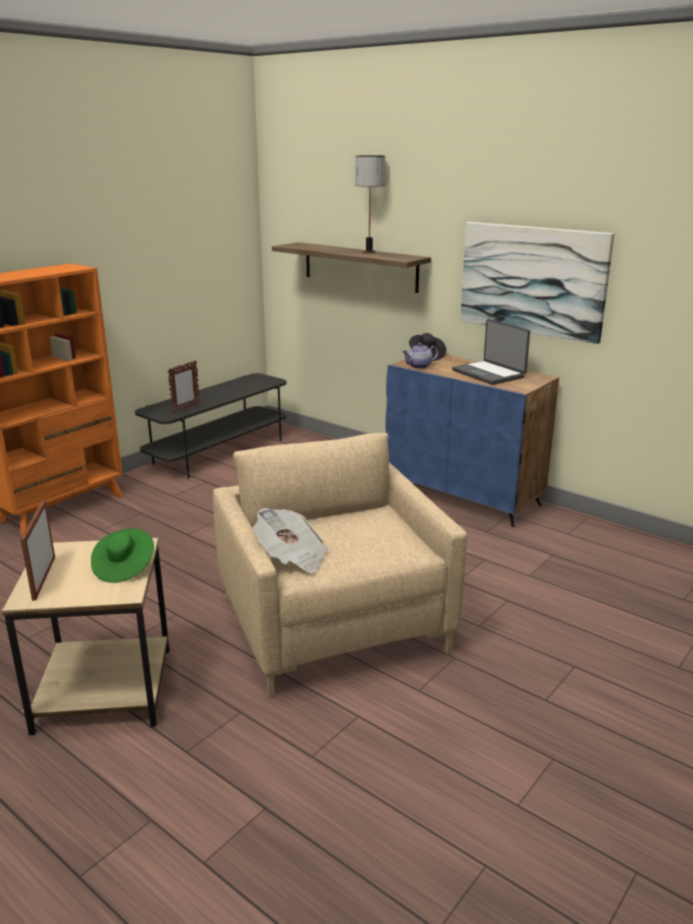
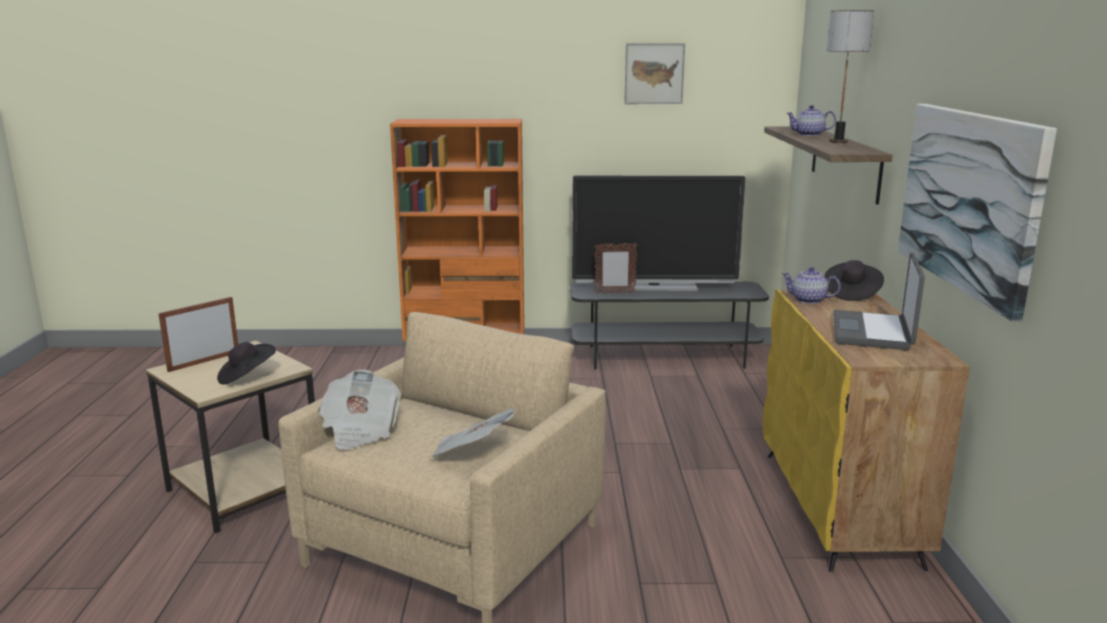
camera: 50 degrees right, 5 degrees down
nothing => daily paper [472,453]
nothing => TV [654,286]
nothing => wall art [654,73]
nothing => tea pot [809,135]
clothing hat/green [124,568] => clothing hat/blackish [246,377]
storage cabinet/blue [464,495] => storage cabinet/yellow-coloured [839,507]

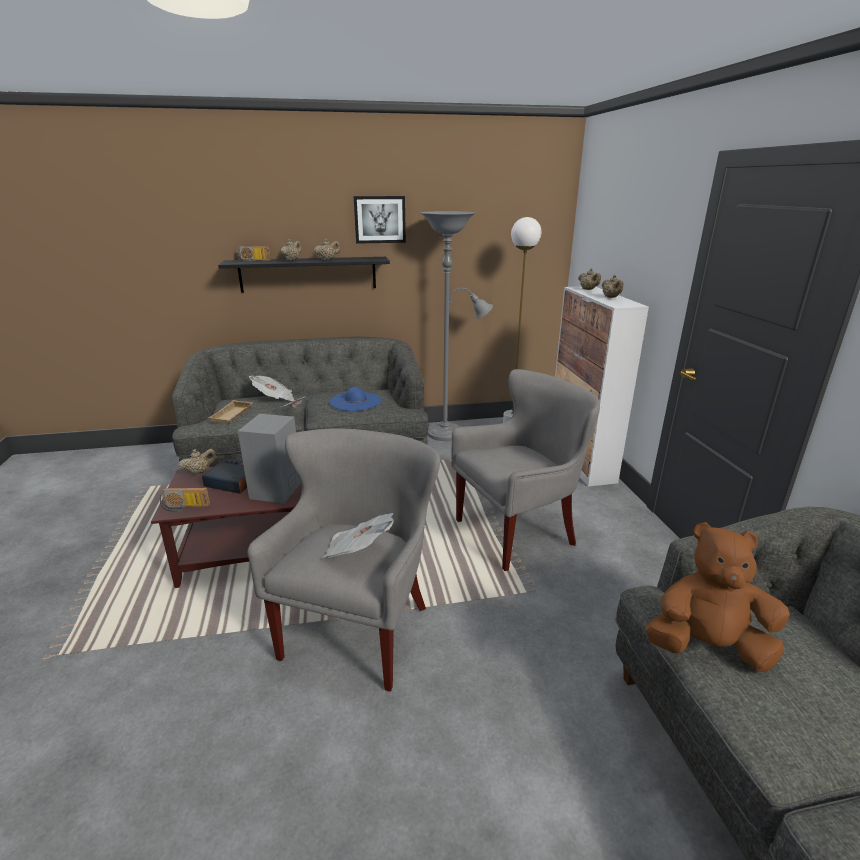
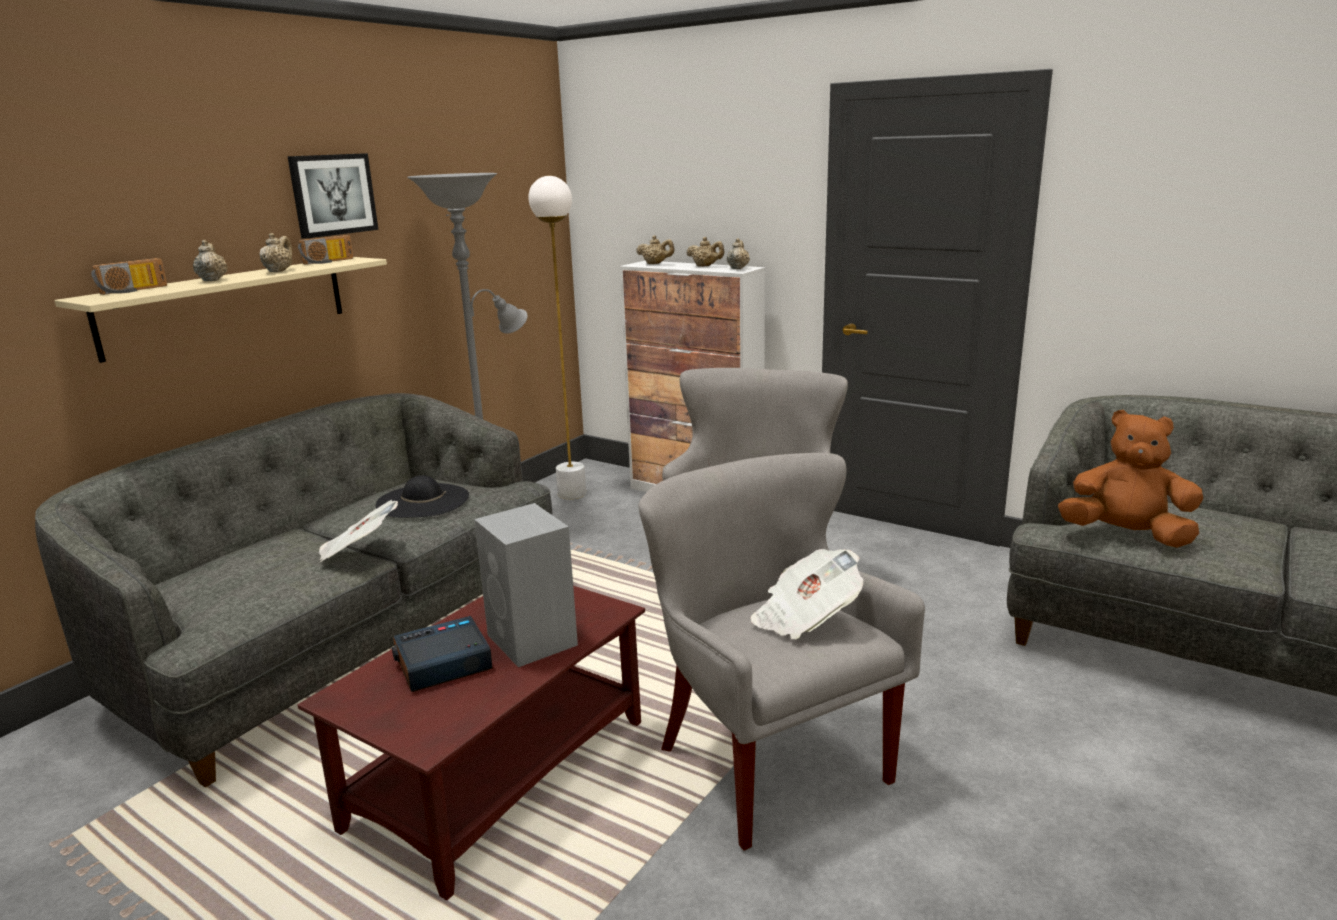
camera: 45 degrees left, 5 degrees down
serving tray/sand-coloured [232,415] => nothing
daily paper [274,399] => nothing
radio set [185,507] => radio set [329,262], shifted
tea pot/sand-coloured [200,472] => tea pot/sand-coloured [738,268], shifted
wall shelf/blackish [308,274] => wall shelf/sand-coloured [227,305]
clothing hat/blue [355,401] => clothing hat/blackish [422,501]
plush toy/brownish [707,646] => plush toy/brownish [1126,535], 60 degrees clockwise

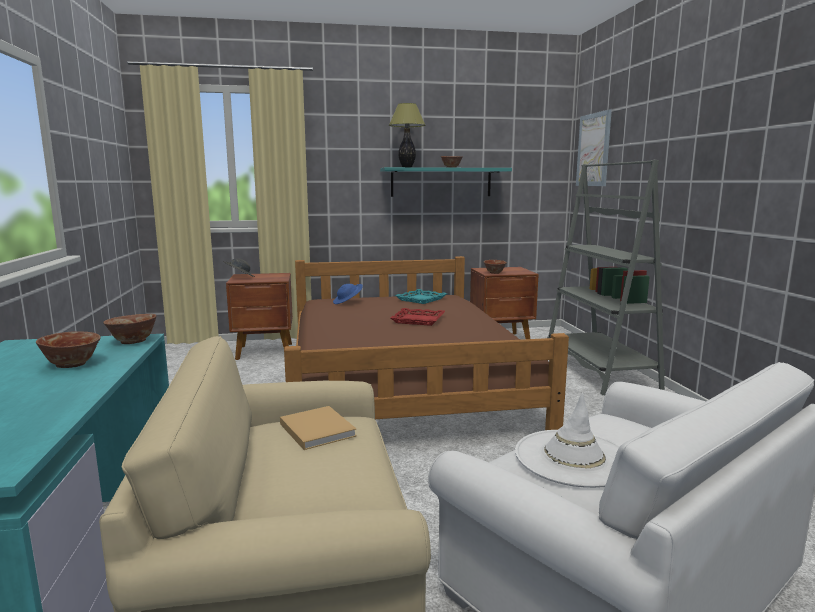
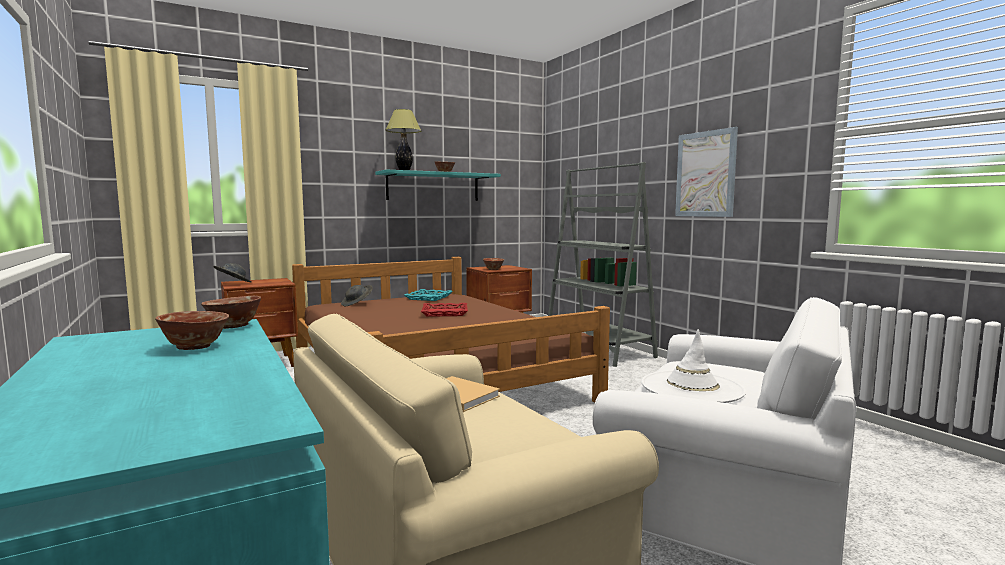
camera: 20 degrees left, 5 degrees down
wall art [593,150] => wall art [705,174], shifted
clothing hat/blue [348,302] => clothing hat/grey [357,304]

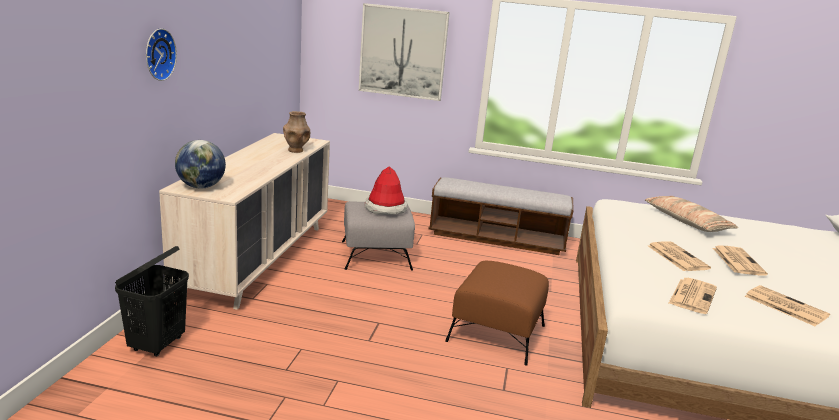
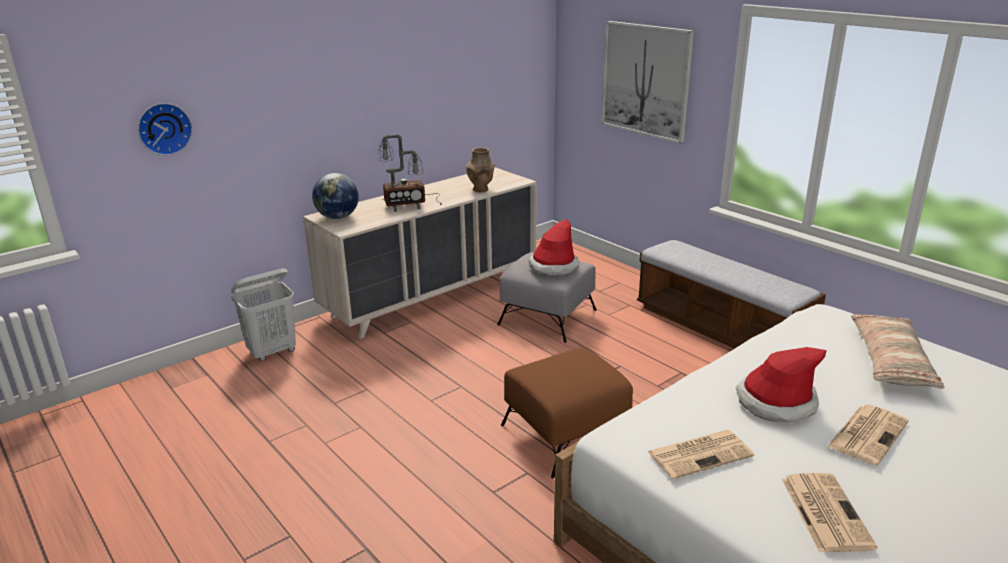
camera: 40 degrees right, 5 degrees up
nothing => tabletop lamp [410,204]
clock on the wall [157,54] => clock on the wall [164,128], shifted
daily paper [676,257] => clothing hat [775,402]
laundry basket/blackish [157,345] => laundry basket/white [272,352]

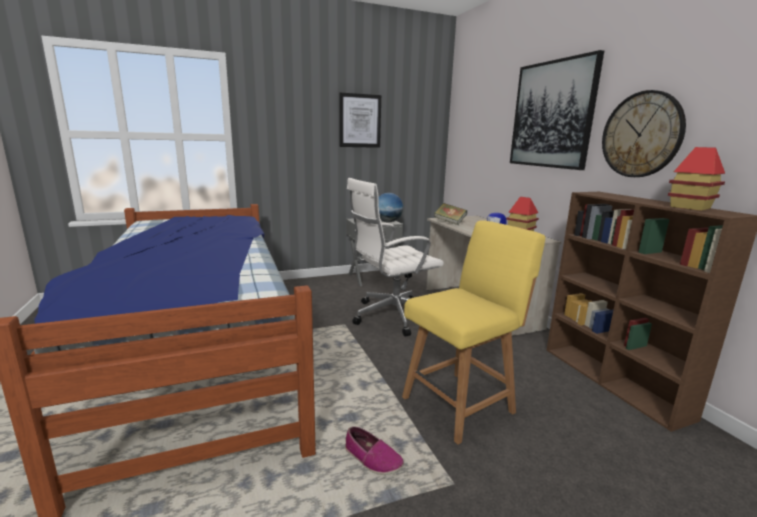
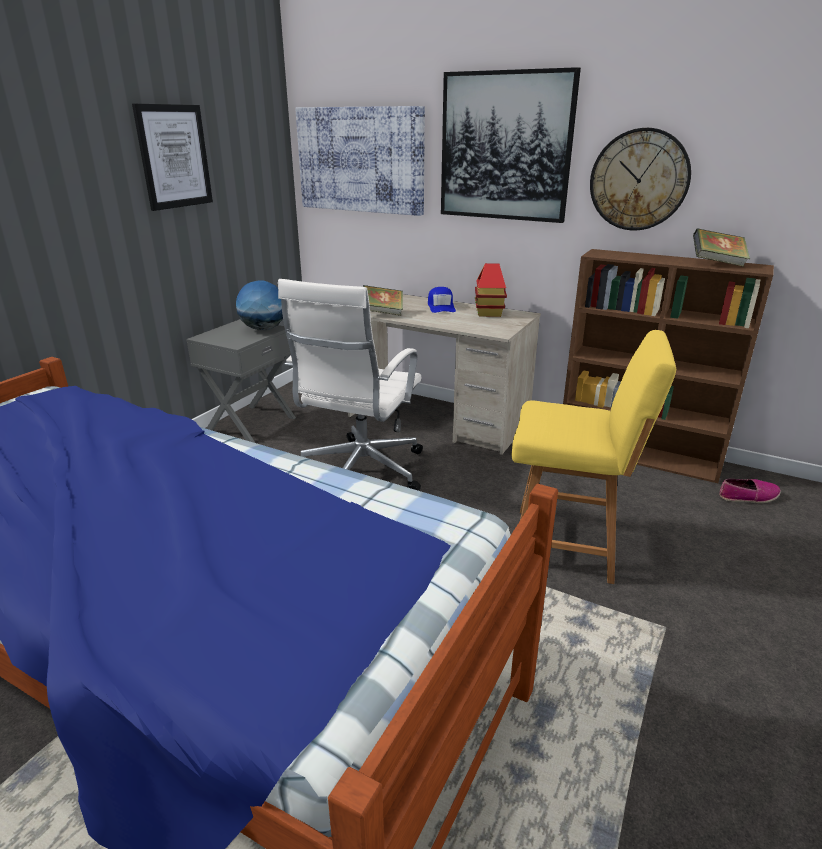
camera: 40 degrees left, 10 degrees up
nothing => wall art [361,160]
item of footwear [372,458] => item of footwear [748,496], shifted
miniature house [690,207] => bound book [717,263]
chair/yellow-coloured [460,403] => chair/yellow-coloured [568,545], 90 degrees clockwise

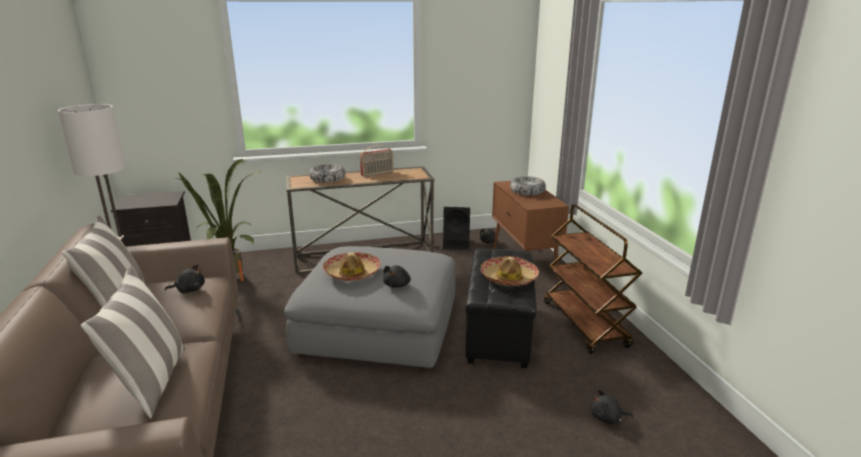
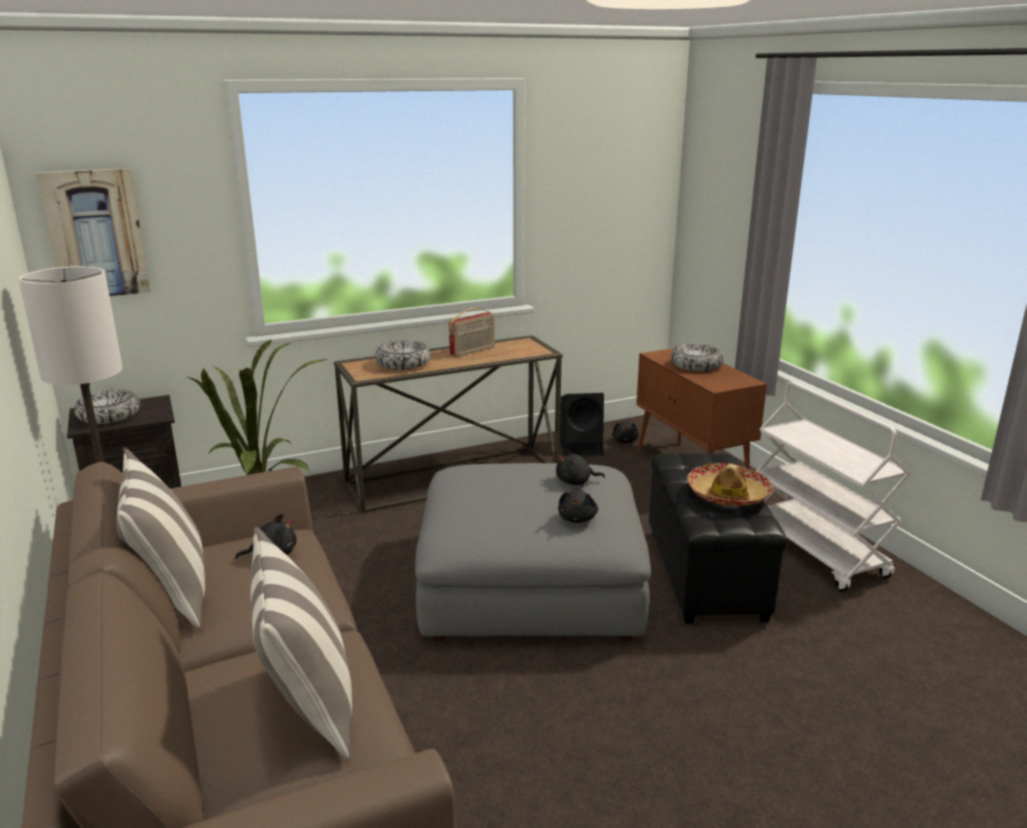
camera: 10 degrees left, 0 degrees up
clothing hat [352,273] => nothing
nothing => wall art [96,234]
nothing => deep dish [109,415]
plush toy/blackish [607,418] => plush toy/blackish [576,482], shifted
trolley/brownish [585,324] => trolley/white [816,551]

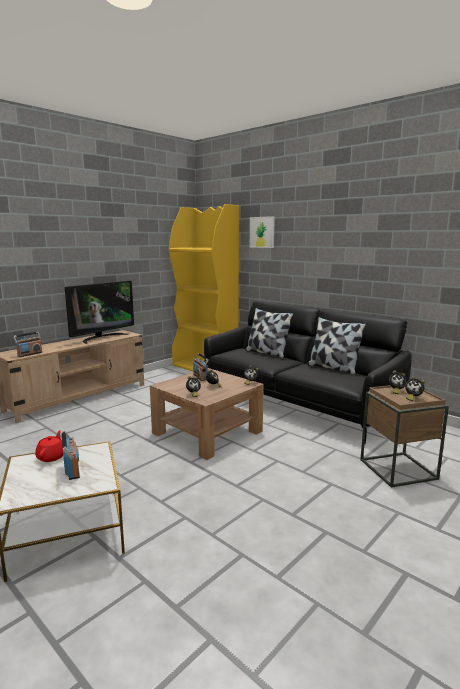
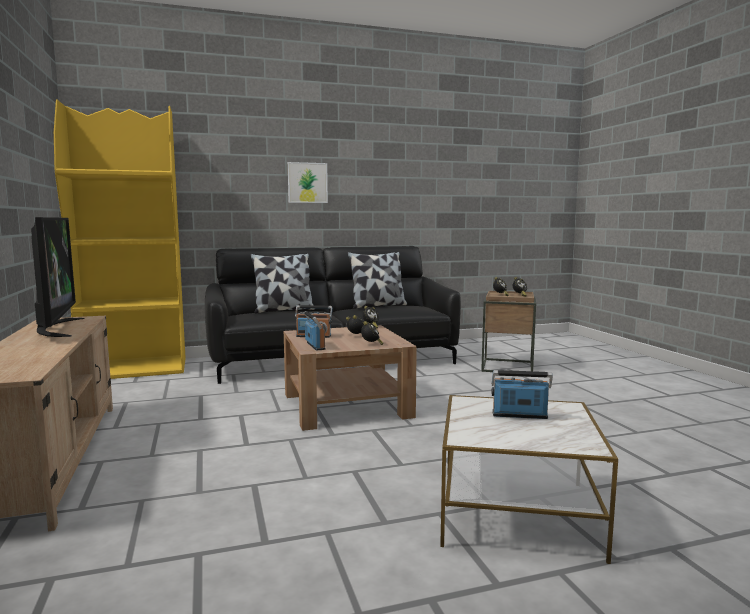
camera: 60 degrees left, 5 degrees down
tea pot/reddish [52,456] => nothing
radio set [29,354] => radio set [315,346], shifted
wall art [262,232] => wall art [307,183], shifted

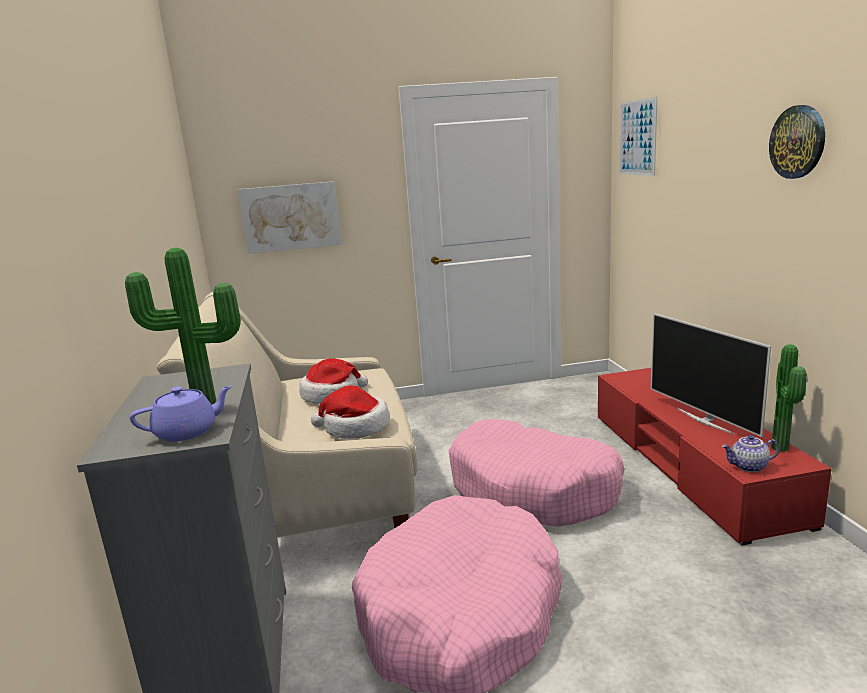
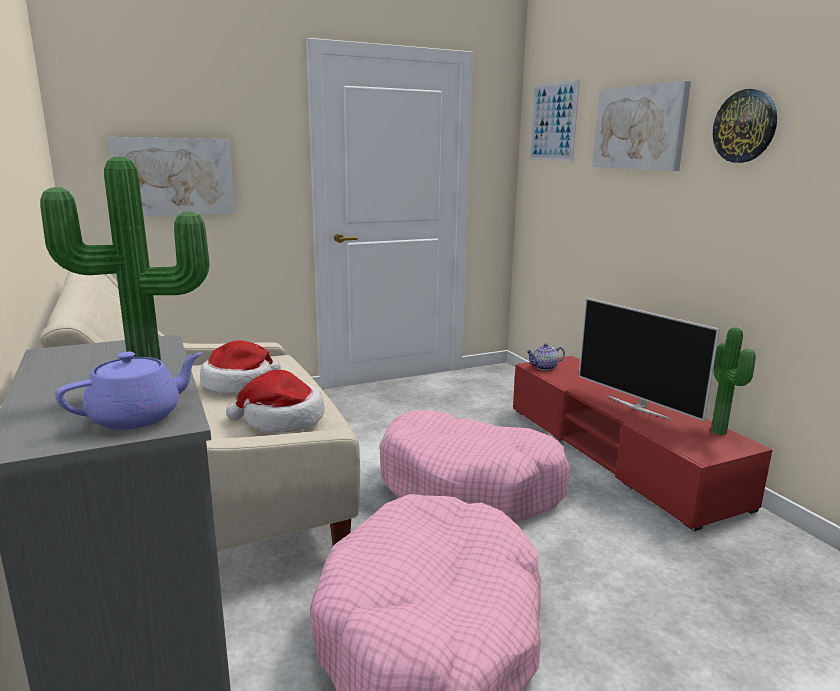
camera: 15 degrees left, 0 degrees up
nothing => wall art [639,128]
tea pot [749,467] => tea pot [544,367], shifted

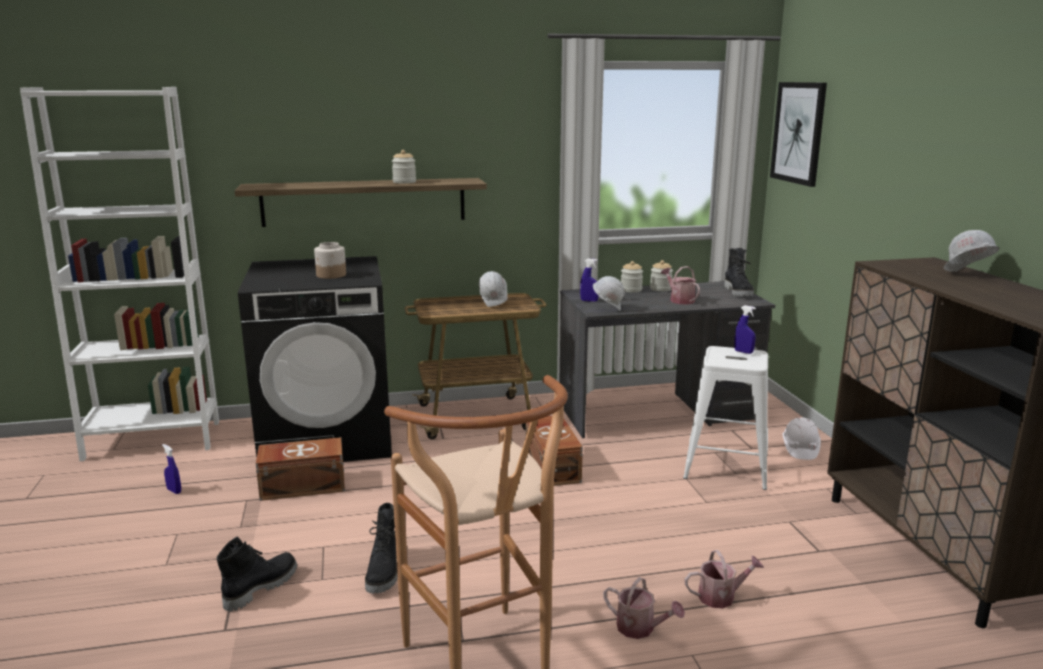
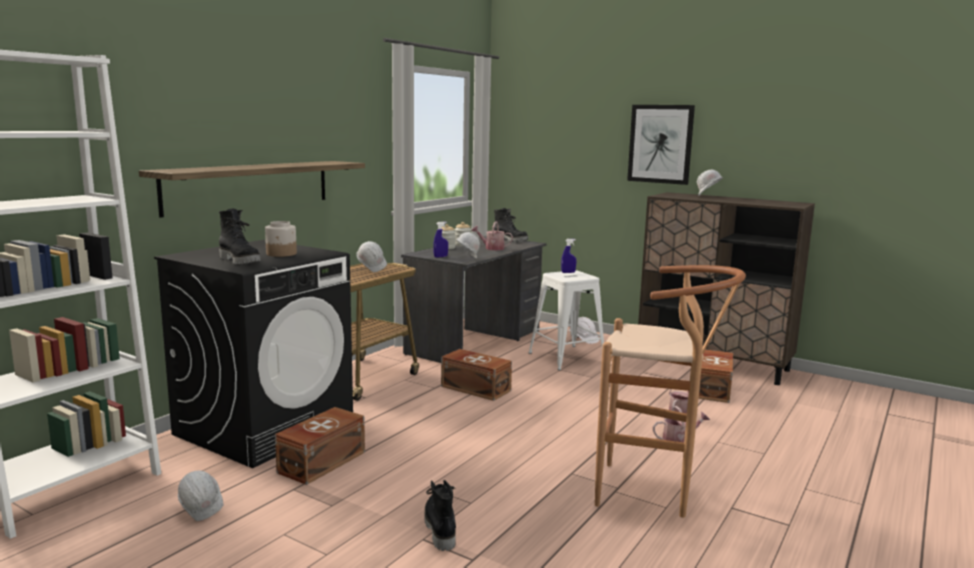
camera: 45 degrees left, 5 degrees down
preserve jar [404,182] => nothing
nothing => storage bin/brownish [714,389]
tall boot/blackish [385,573] => tall boot/blackish [241,261], shifted
wall art [798,132] => wall art [660,144], shifted
sprayer/blue [174,491] => hard hat/white [202,512]

